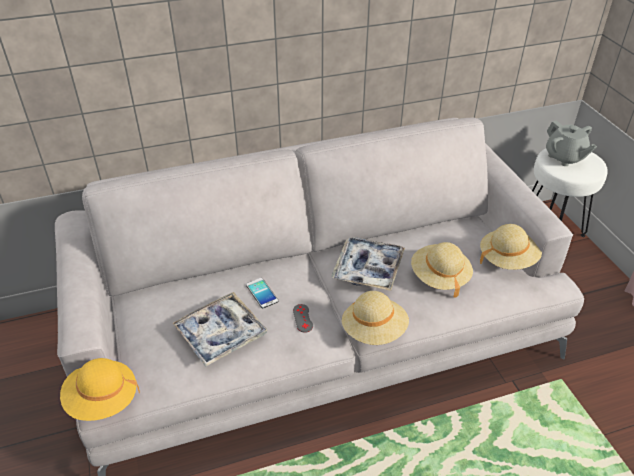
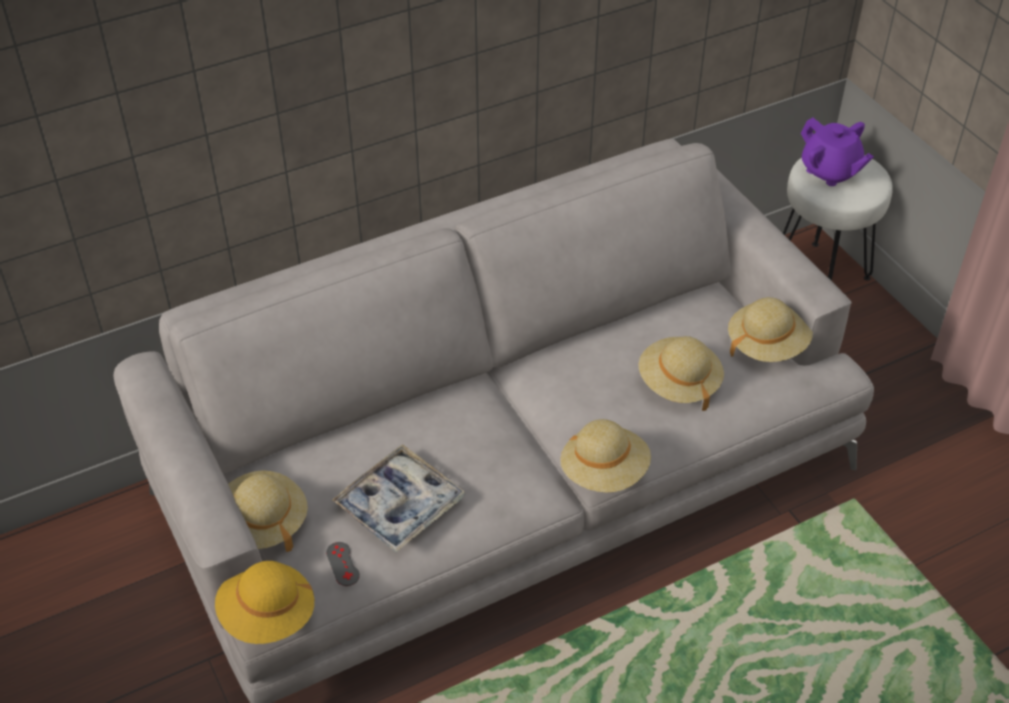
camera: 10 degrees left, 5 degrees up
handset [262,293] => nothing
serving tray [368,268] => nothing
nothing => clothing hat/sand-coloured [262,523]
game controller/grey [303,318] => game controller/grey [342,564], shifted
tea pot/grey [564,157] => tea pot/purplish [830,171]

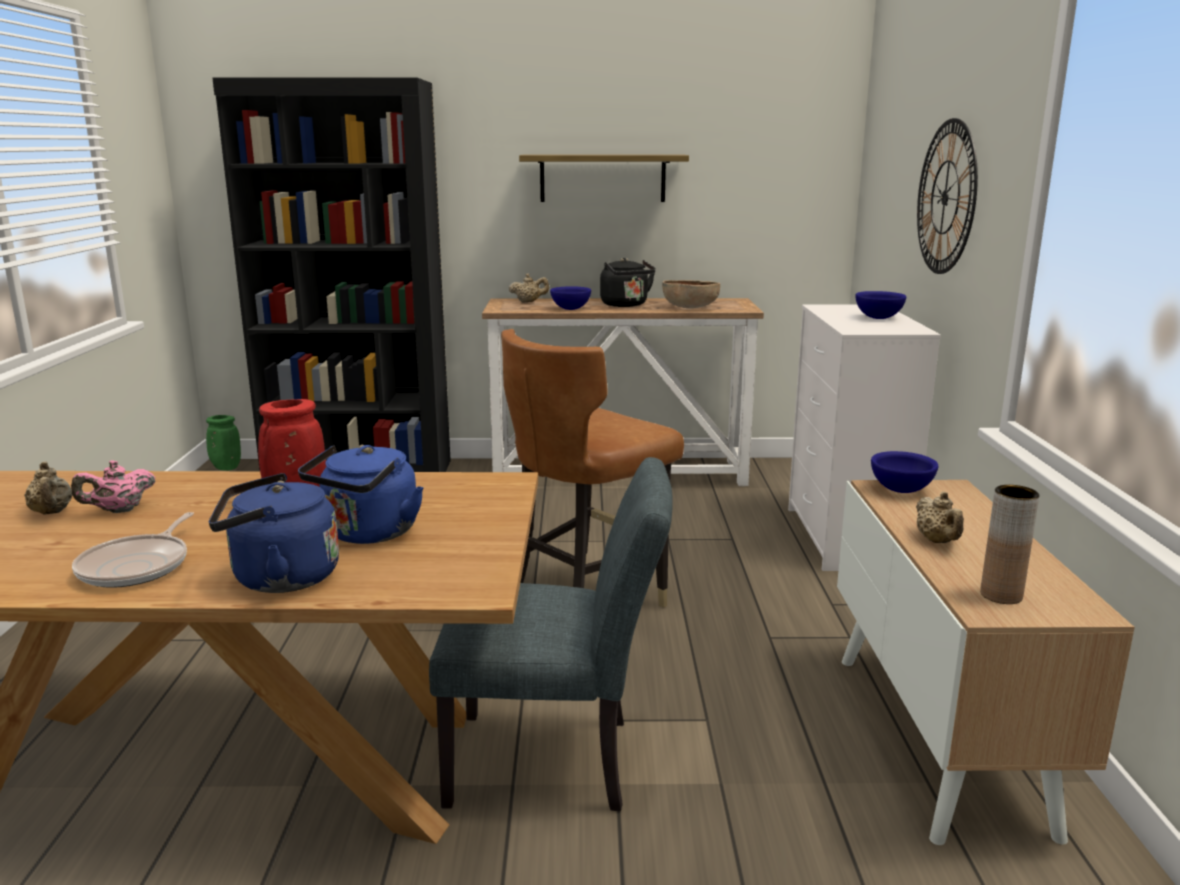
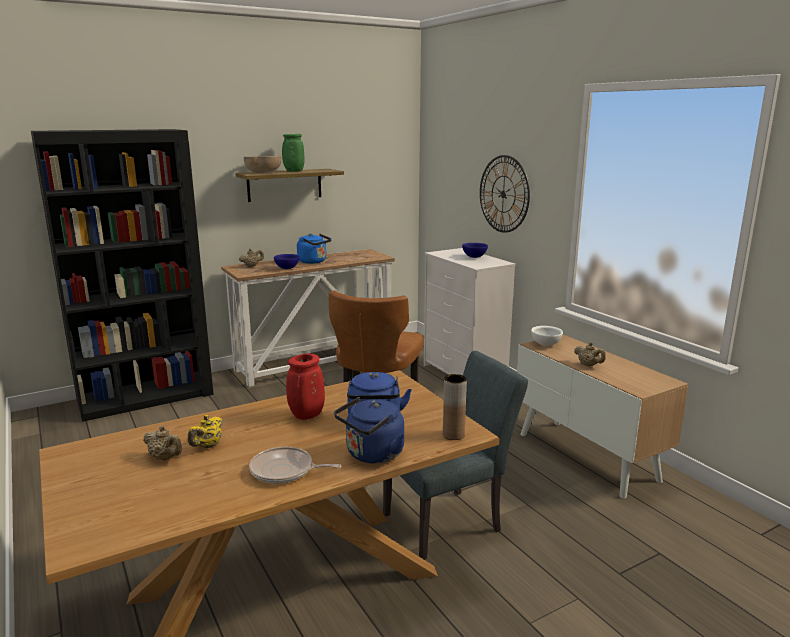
camera: 30 degrees left, 0 degrees up
flower vase/green [225,468] => flower vase/green [293,171], shifted
deep dish/brownish [689,308] => deep dish/brownish [263,173], shifted
flower vase/brownish [1001,595] => flower vase/brownish [453,435], shifted
tea pot/pink-coloured [119,510] => tea pot/yellow-coloured [207,446]
water kettle/blackish [626,305] => water kettle/blue [314,261]
deep dish/blue [901,490] => deep dish/white [545,344]
frying pan [138,566] => frying pan [285,471], 120 degrees clockwise

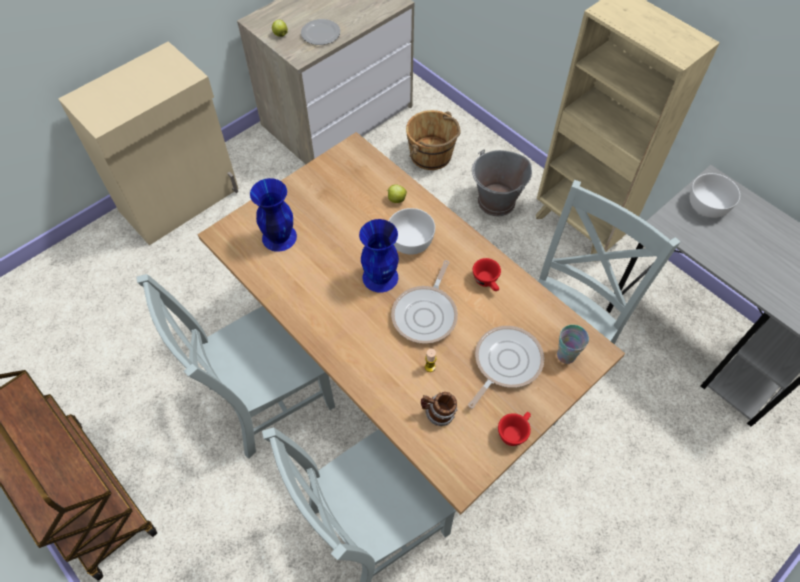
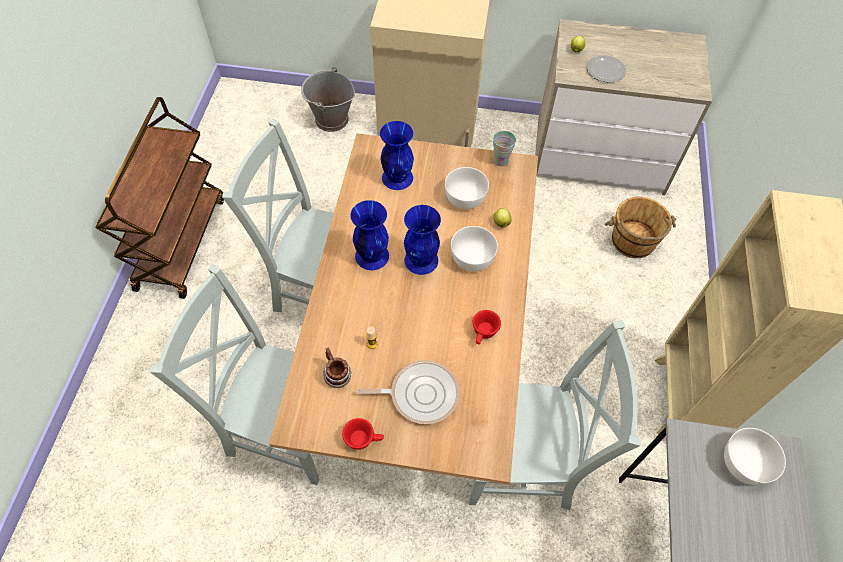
camera: 50 degrees right, 0 degrees up
frying pan [426,314] => nothing
nothing => flower vase/blue [371,255]
nothing => deep dish/white [465,198]
bucket/grey [496,202] => bucket/grey [331,120], shifted
small cup [566,355] => small cup [501,161], shifted

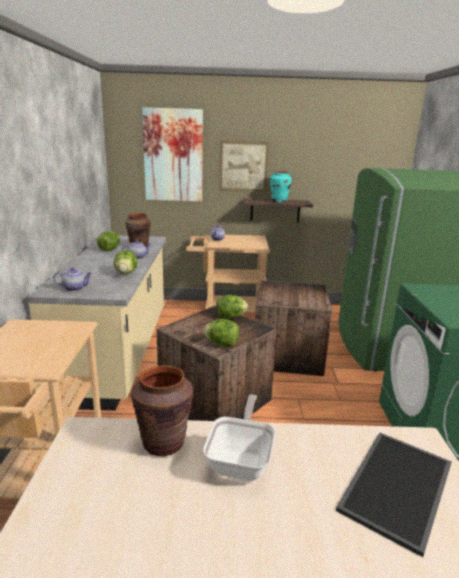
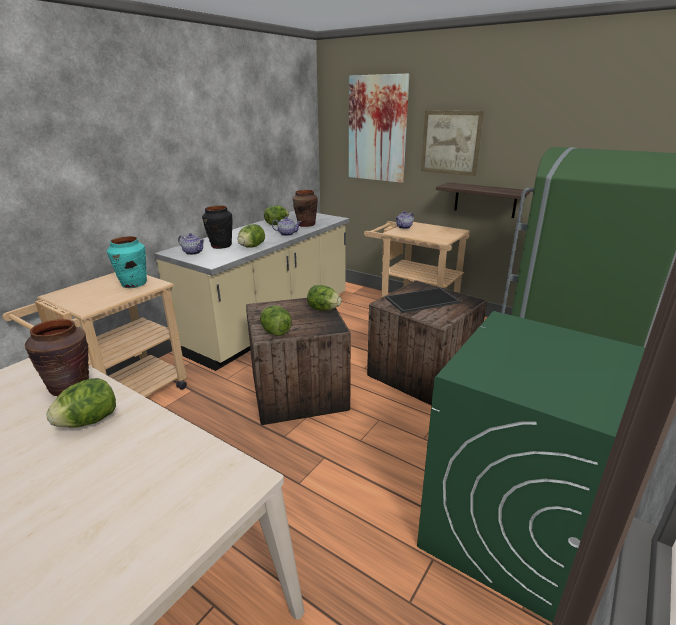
camera: 35 degrees right, 5 degrees up
nothing => flower vase/blackish [221,246]
flower vase/turquoise [279,201] => flower vase/turquoise [133,284], shifted
serving tray [399,488] => serving tray [422,301], shifted
frying pan [241,460] => head of lettuce [89,421]

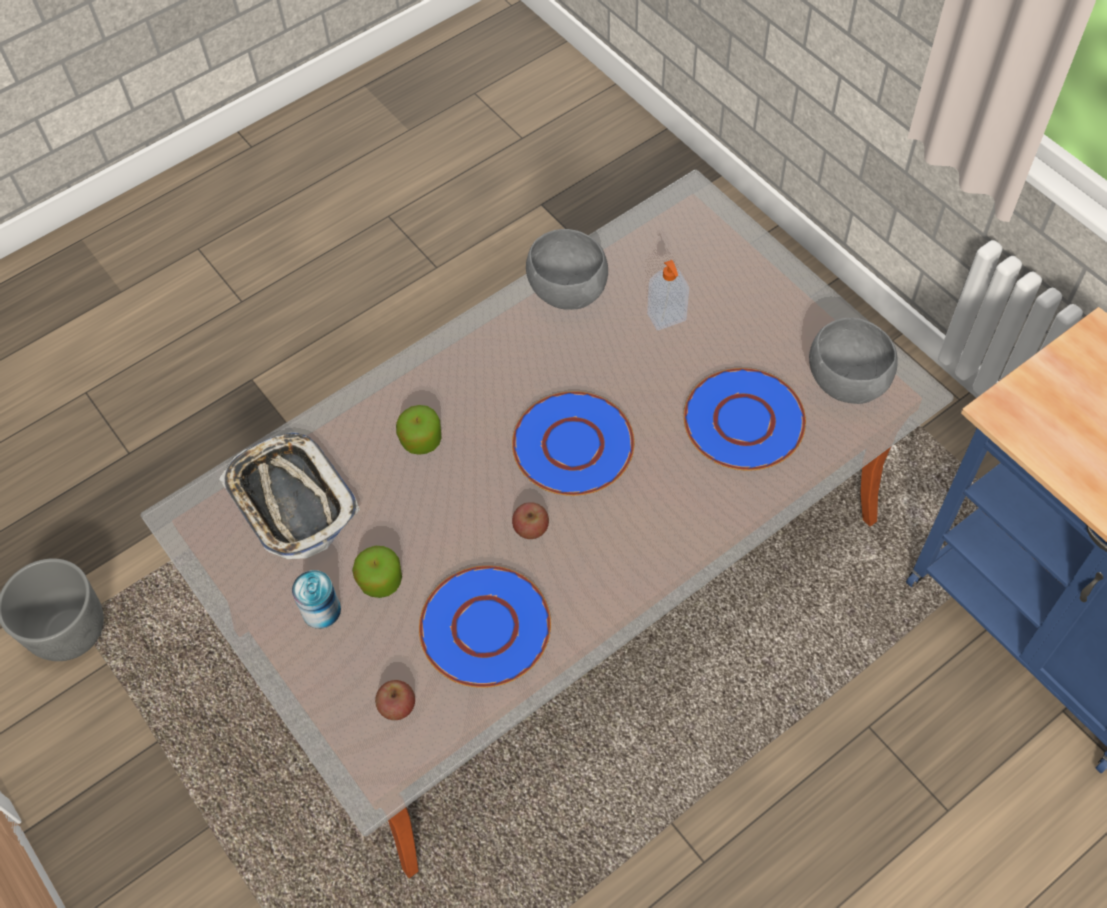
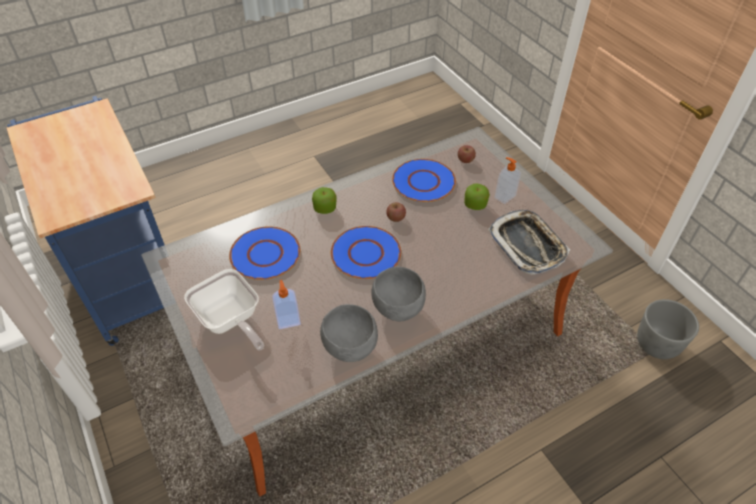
camera: 175 degrees left, 10 degrees down
nothing => frying pan [230,321]
apple fruit [421,440] => apple fruit [325,208], shifted
deep dish/grey [846,384] => deep dish/grey [398,308], shifted
sealed can [321,610] => soap dispenser [504,196]

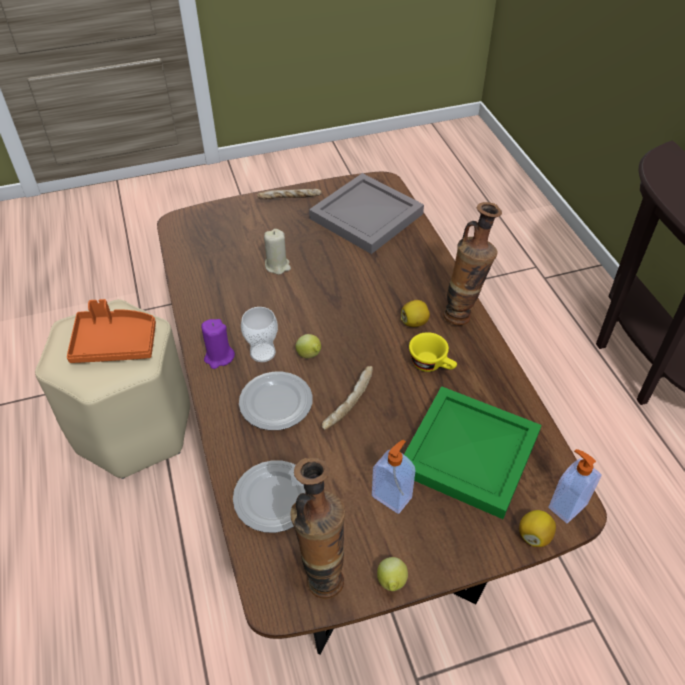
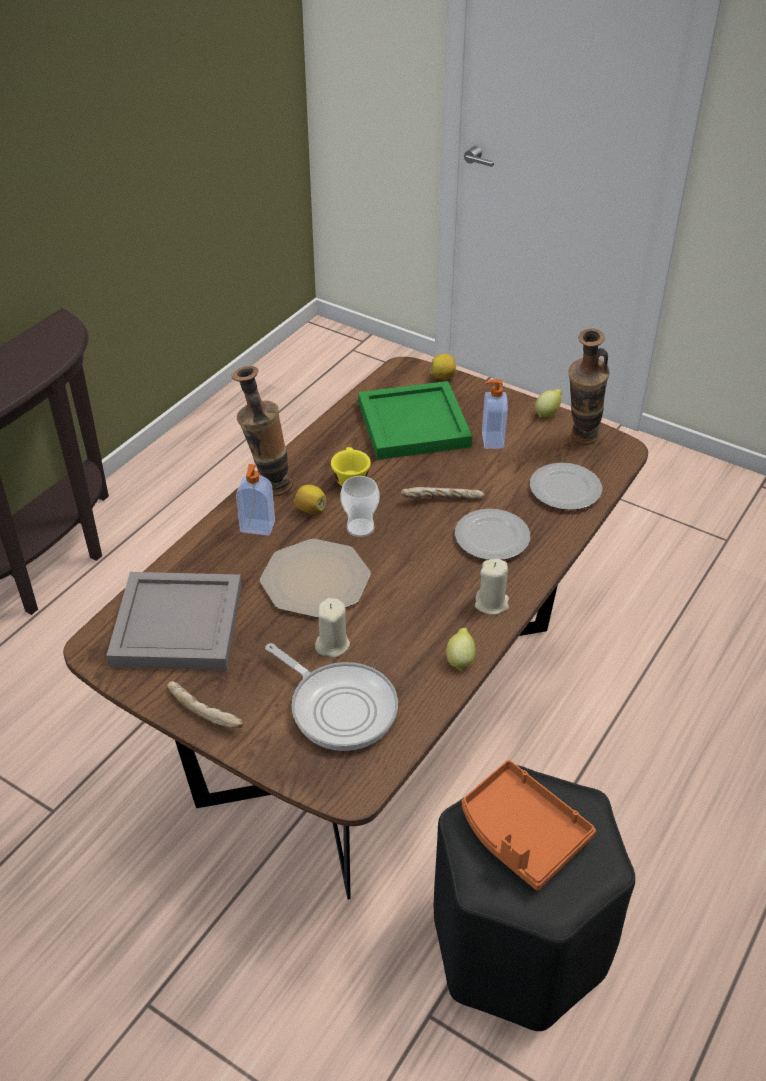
camera: 130 degrees left, 5 degrees down
nothing => plate [316,580]
nothing => frying pan [339,707]
small cup [262,352] => small cup [360,528], shifted
lemon [310,355] => lemon [460,660], shifted
soap dispenser [566,505] => soap dispenser [257,528], shifted
sitting stool/sand-coloured [134,428] => sitting stool/blackish [519,947]
wax light/purplish [219,357] => wax light/sand-coloured [492,603]

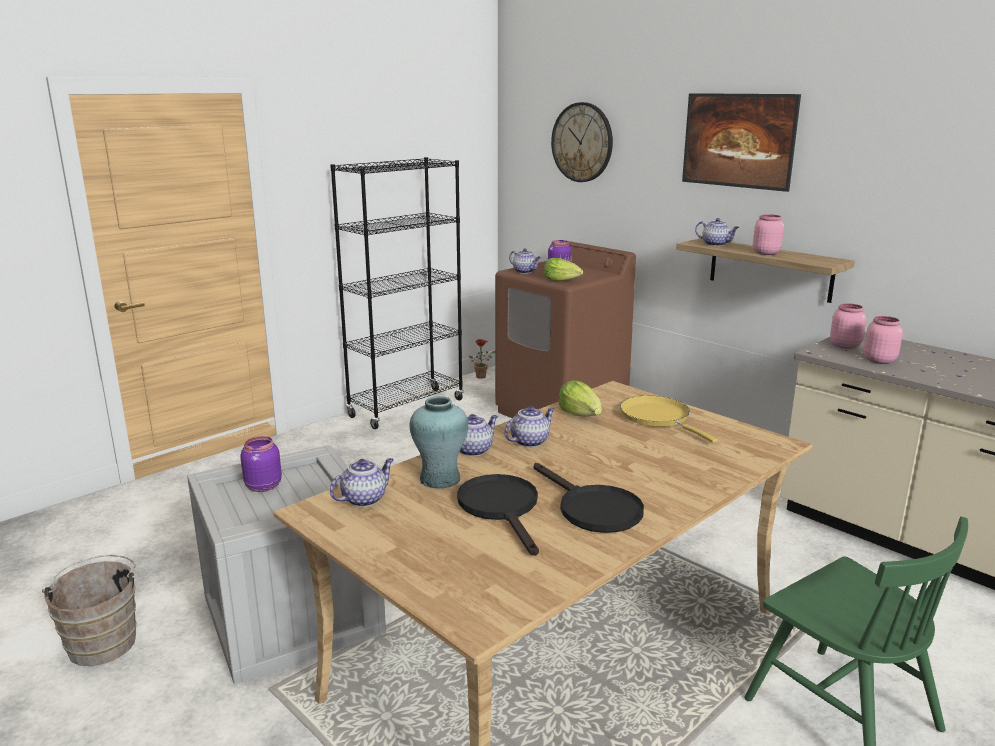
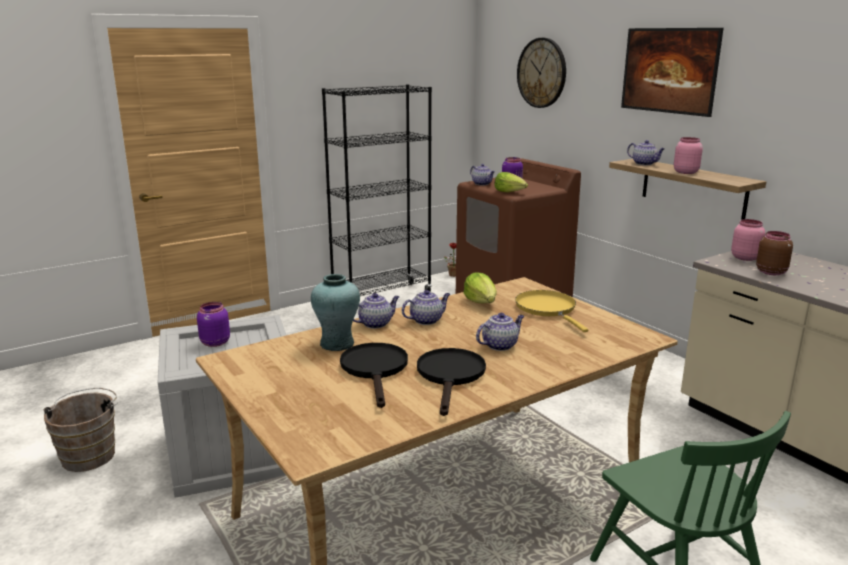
camera: 10 degrees right, 0 degrees up
tea pot [364,499] => tea pot [500,345], shifted
preserve jar/pink-coloured [878,360] => preserve jar/brownish [770,272]
frying pan/blackish [592,508] => frying pan/blackish [450,376], 150 degrees counterclockwise

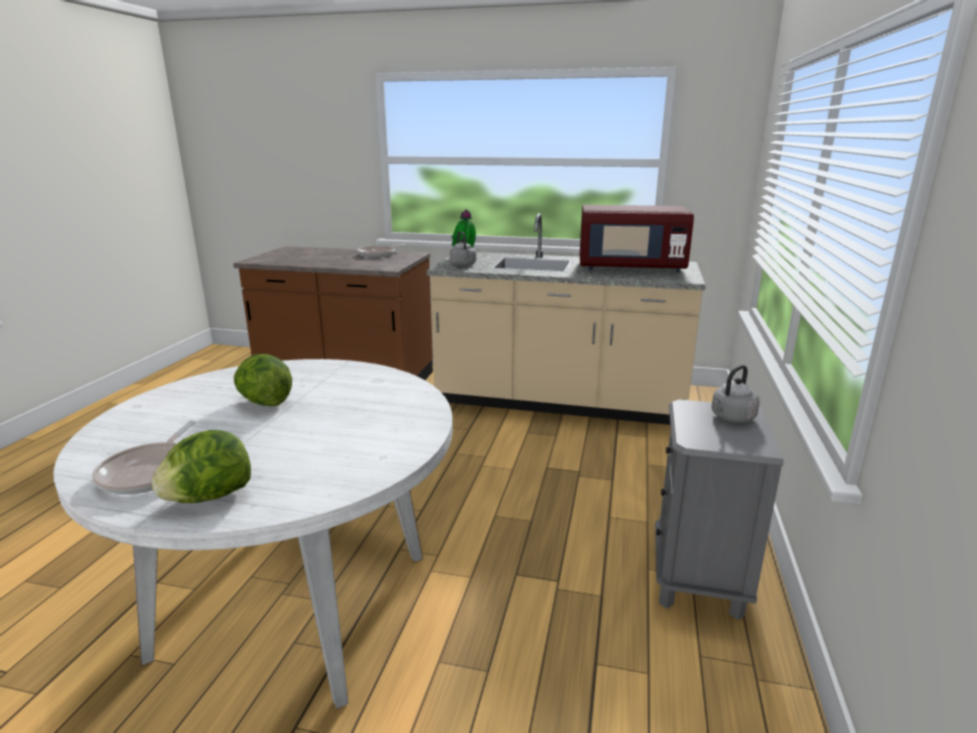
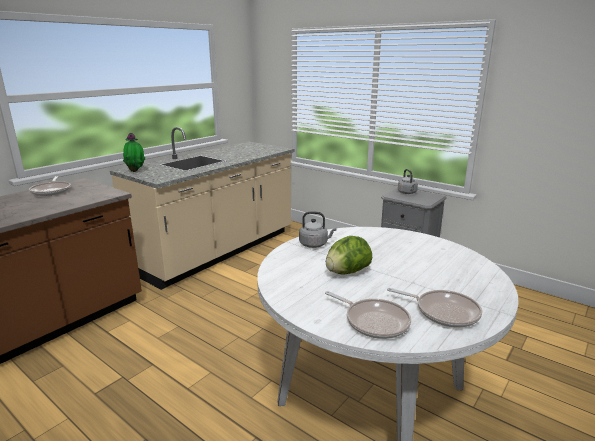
camera: 65 degrees left, 0 degrees up
head of lettuce [209,497] => nothing
microwave/reddish [630,268] => nothing
nothing => frying pan [373,321]
water kettle/grey [463,265] => water kettle/grey [315,244], shifted

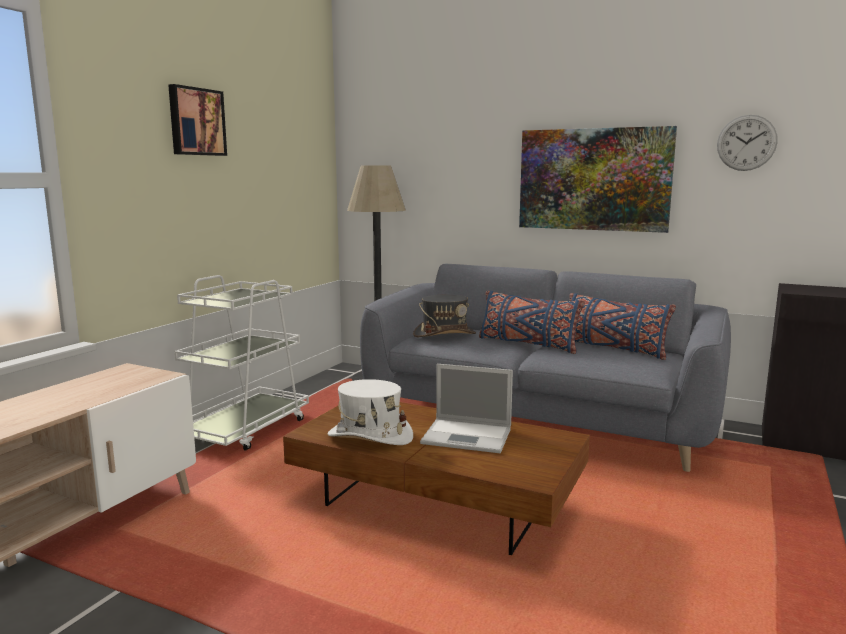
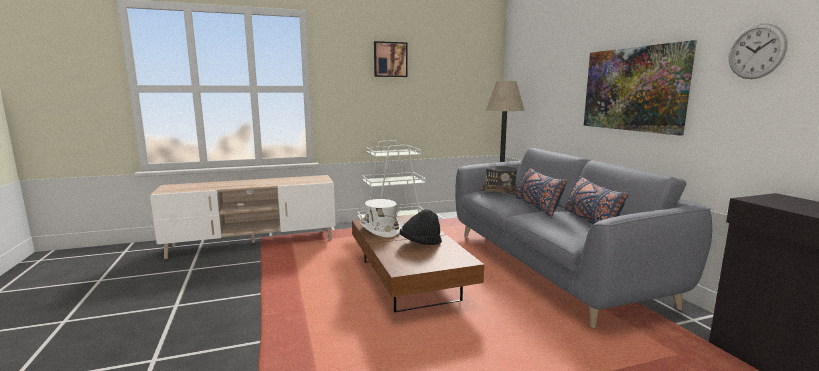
camera: 45 degrees right, 0 degrees up
laptop [468,436] => clothing hat/blackish [420,244]

